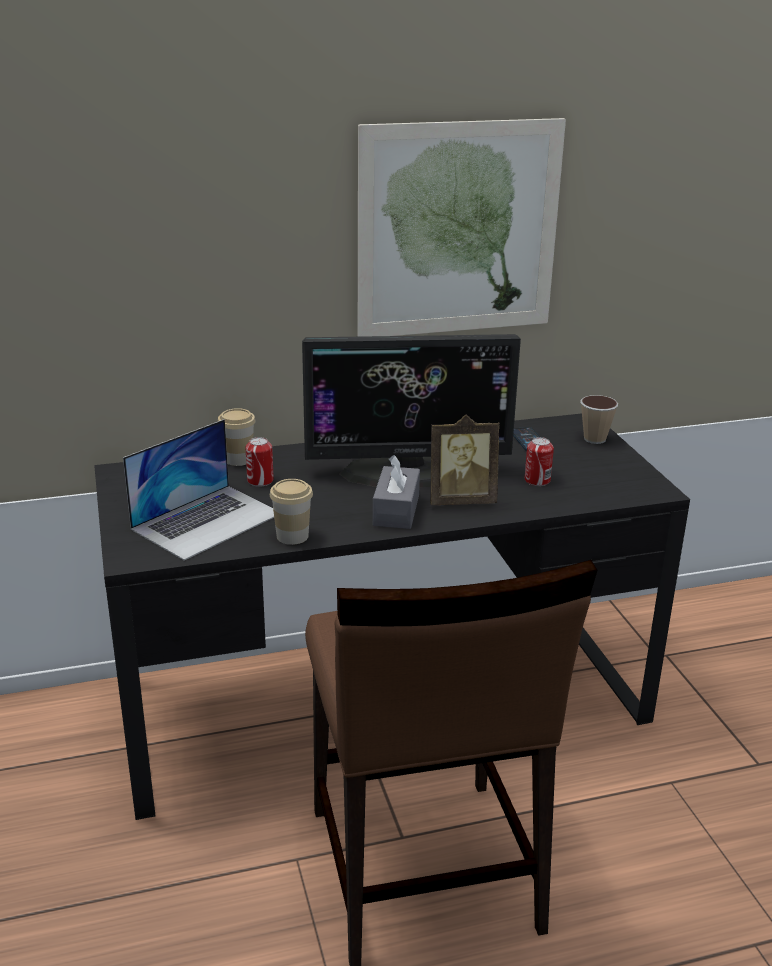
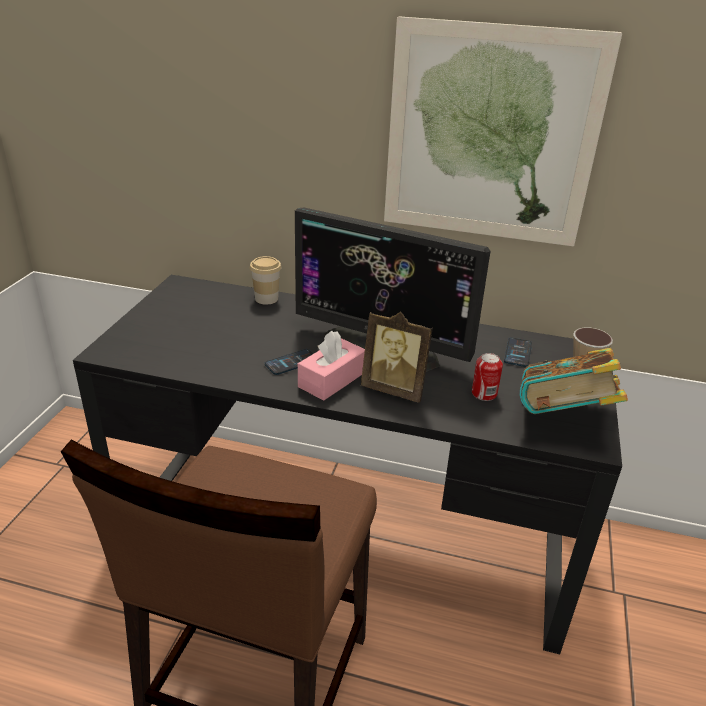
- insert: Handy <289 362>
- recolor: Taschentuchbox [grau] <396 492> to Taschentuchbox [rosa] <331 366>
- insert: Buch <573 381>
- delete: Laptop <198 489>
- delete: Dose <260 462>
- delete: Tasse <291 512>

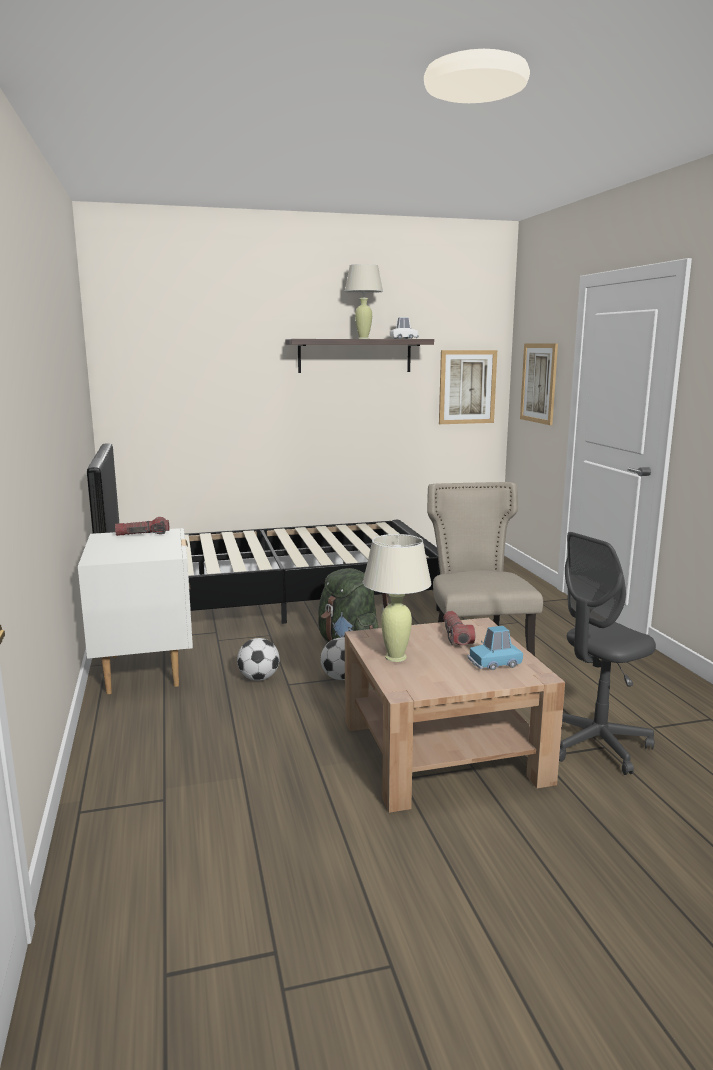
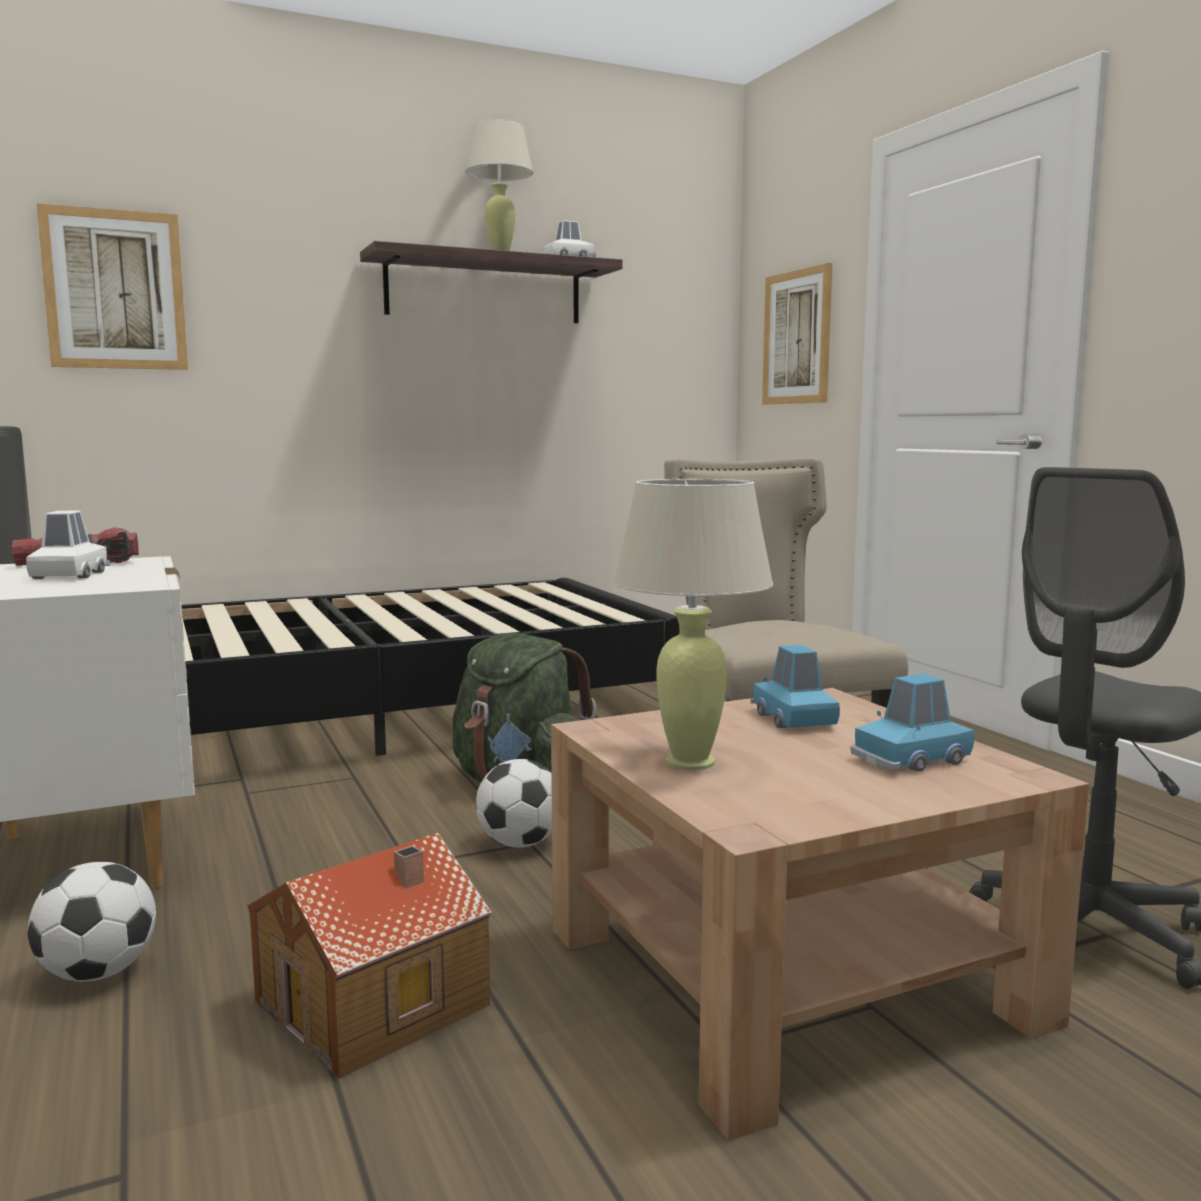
- insert: Spielzeugauto [weiß] <68 545>
- move: Fußball <258 659> to <91 922>
- move: Bild <468 387> to <112 286>
- insert: Spielzeughaus <369 956>
- replace: Taschenlampe <459 628> to Spielzeugauto [blau] <795 686>

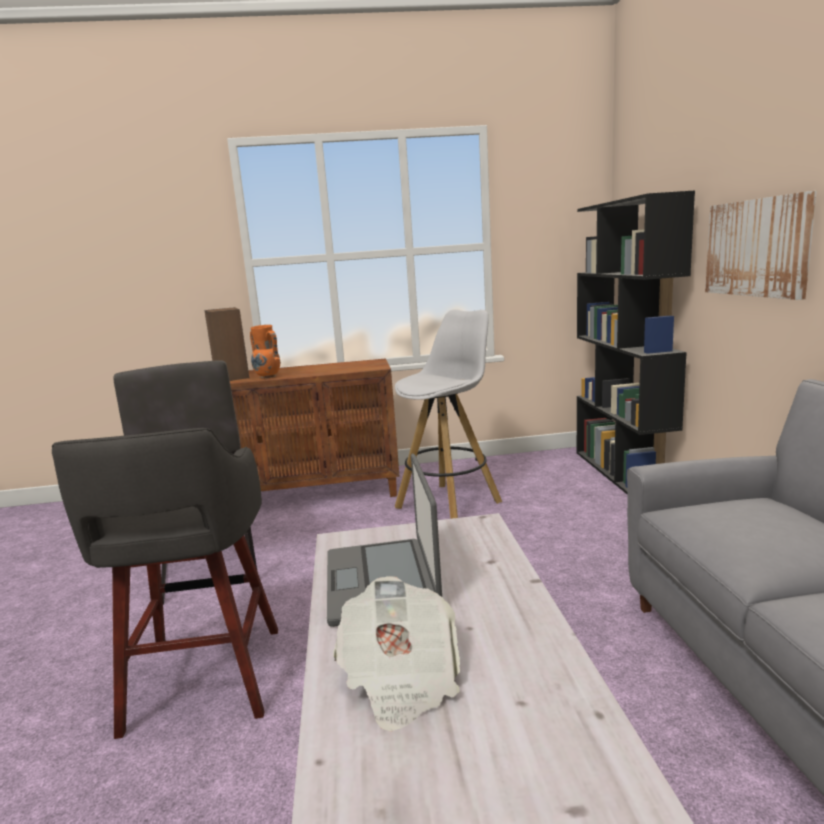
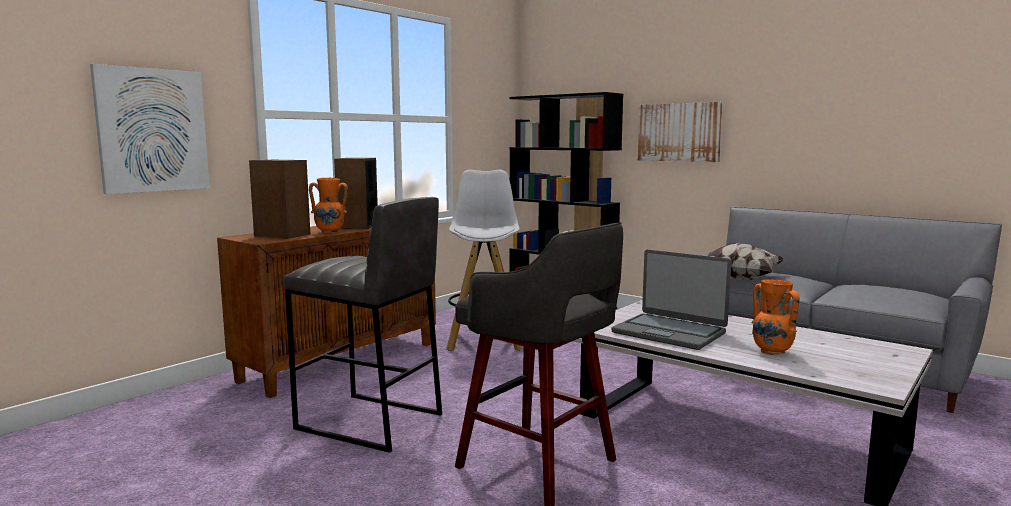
- insert: Bild <150 129>
- insert: Lautsprecher <356 193>
- insert: Kissen <745 261>
- replace: Zeitung <396 654> to Vase [orange] <775 317>

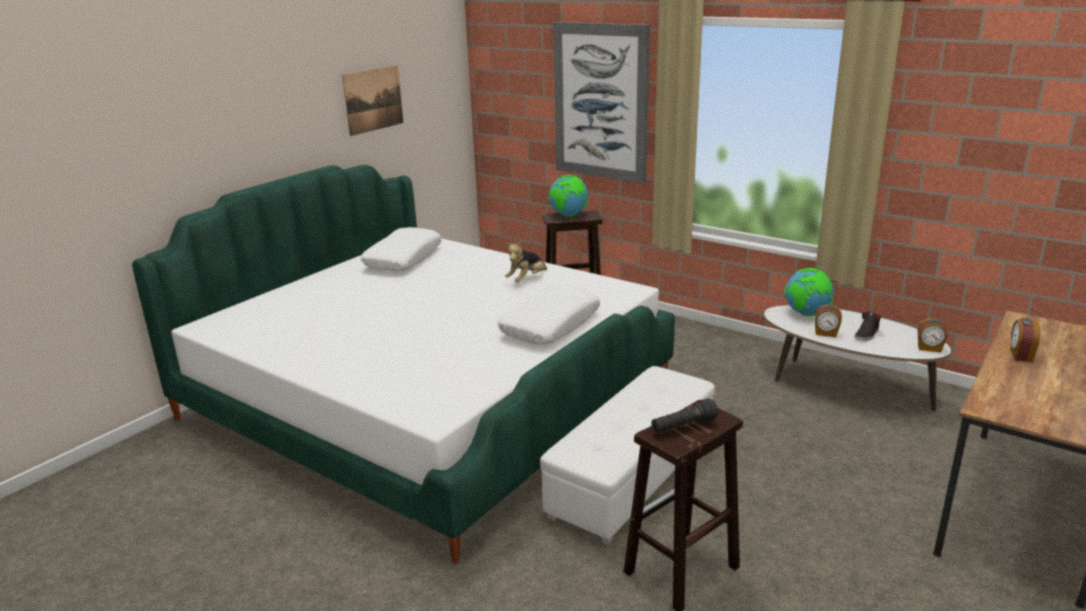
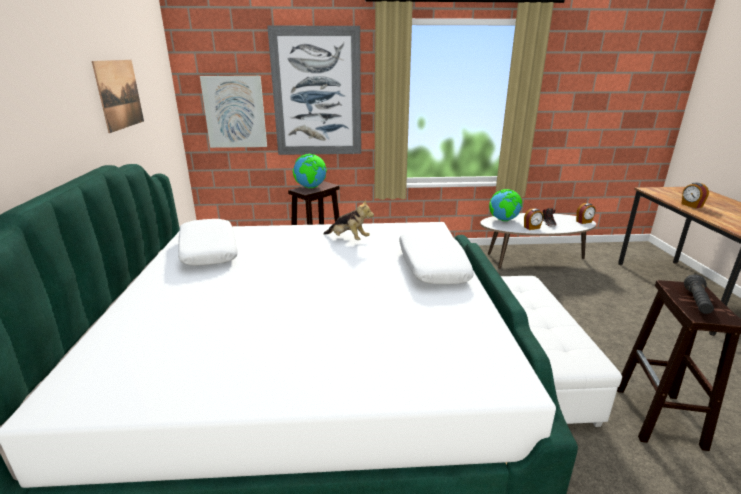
- insert: Bild <233 112>
- rotate: Plüschtier <526 261> = <349 219> 60 degrees counterclockwise

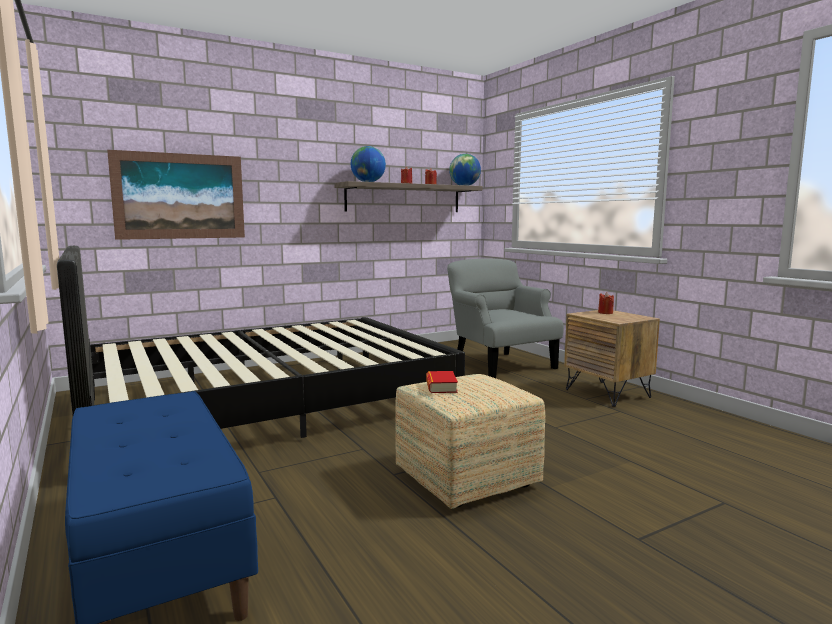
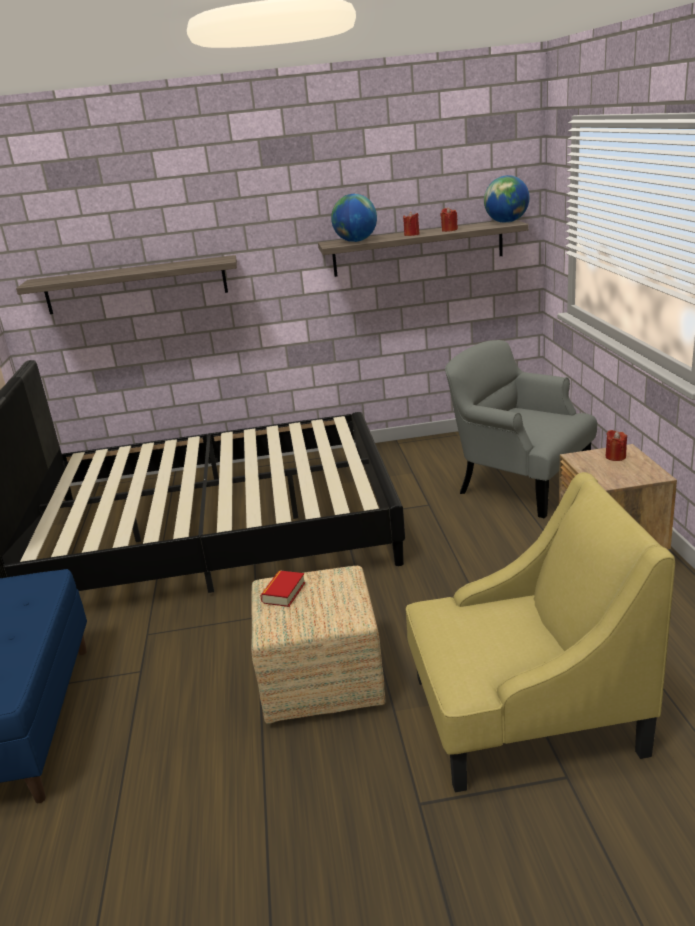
- replace: Bild <176 195> to Wandregal <126 284>
- insert: Sessel [gelb] <540 632>
- rotate: Sessel [grau] <505 318> = <521 429> 45 degrees counterclockwise

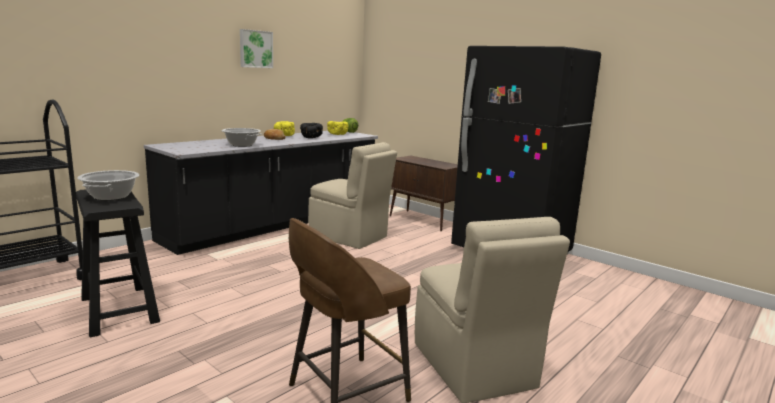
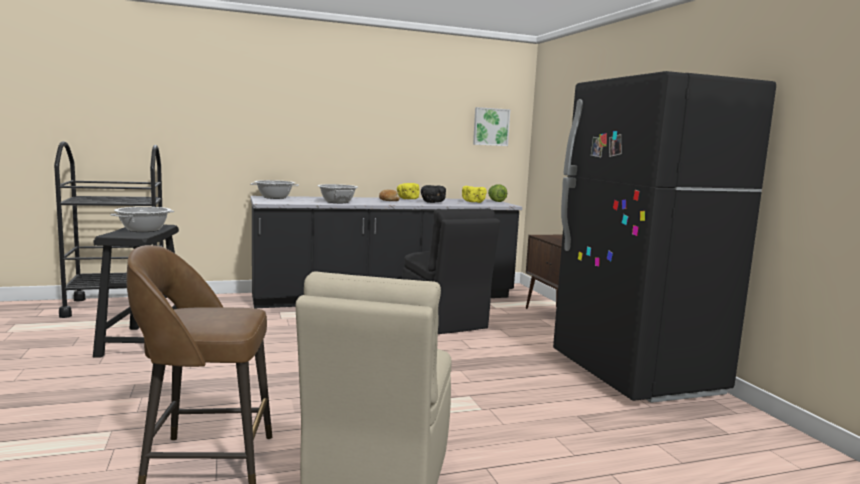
- insert: Kochtopf <274 189>
- recolor: Stuhl [beige] <352 195> to Stuhl [schwarz] <451 271>
- move: Bild <256 48> to <491 126>

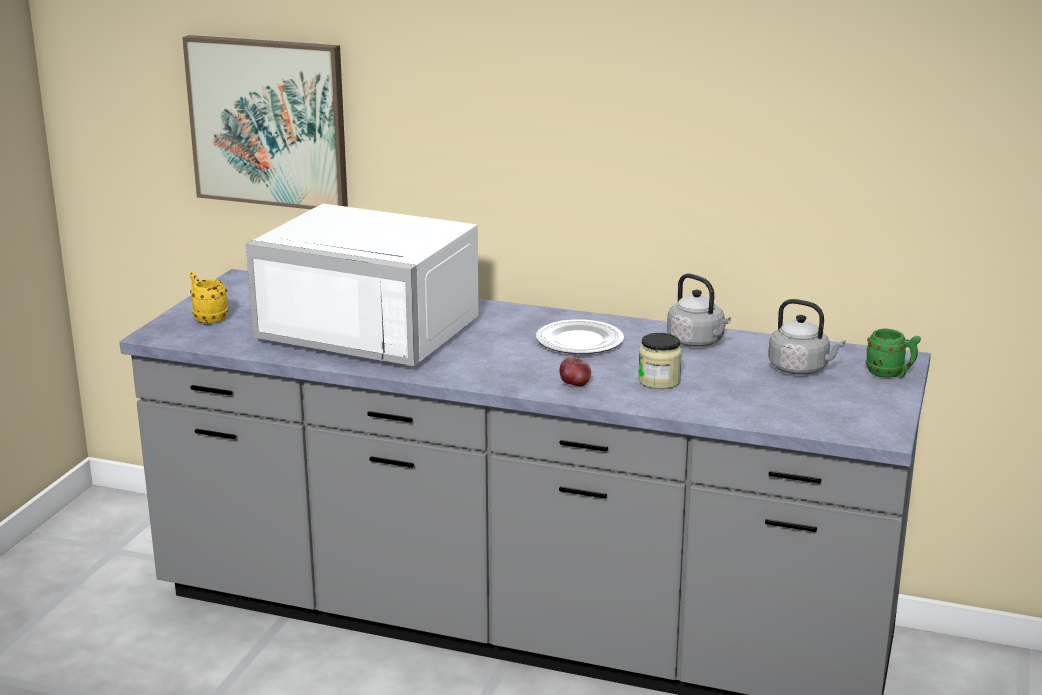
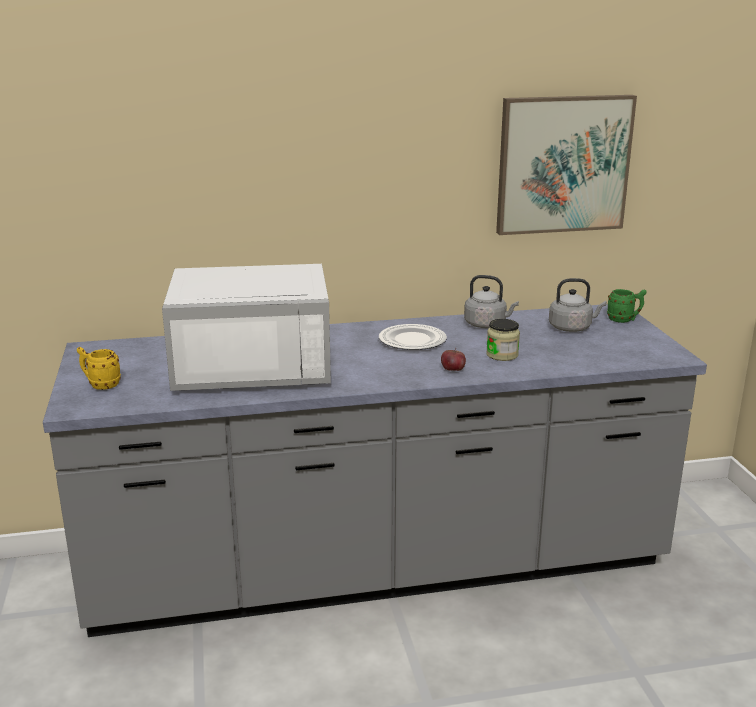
- move: Bild <265 122> to <566 165>

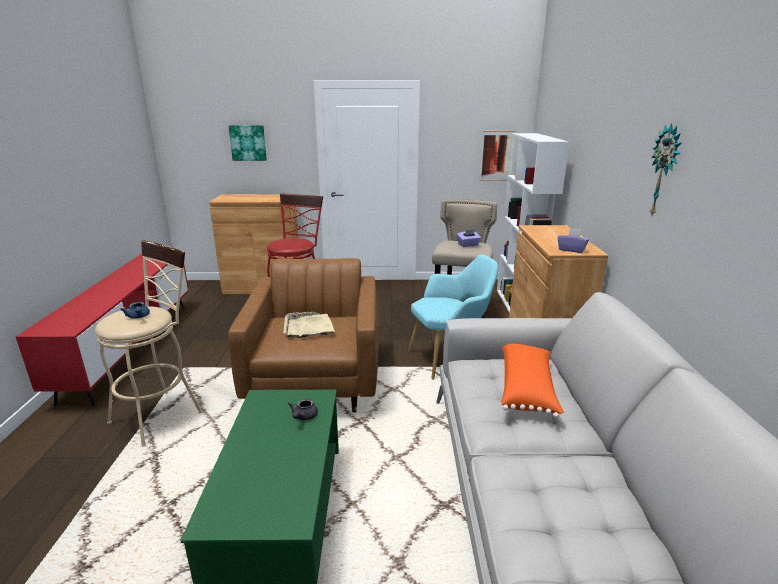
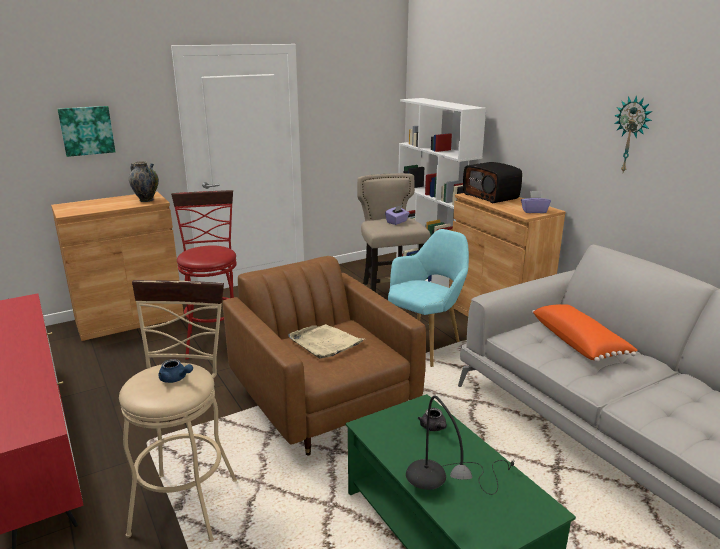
- insert: Vase <144 181>
- insert: Tischlampe [grau] <460 445>
- insert: Radio <492 182>
- delete: Bild <497 156>

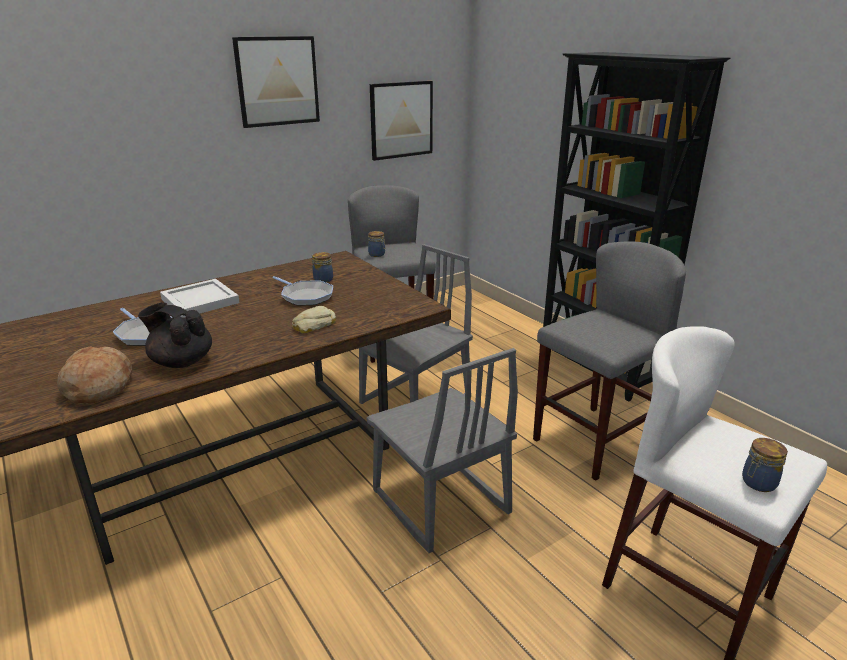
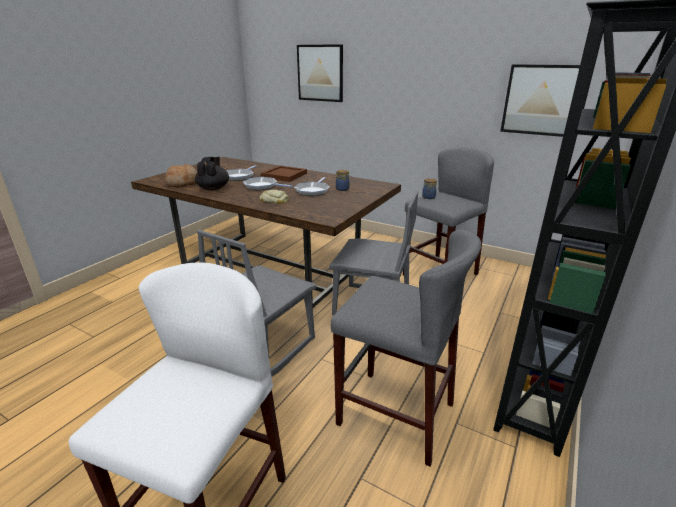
- insert: Pfanne <268 183>
- recolor: Tablett [weiß] <200 298> to Tablett [braun] <284 173>
- move: Bild <276 82> to <320 73>
- delete: Vorratsglas <765 465>

